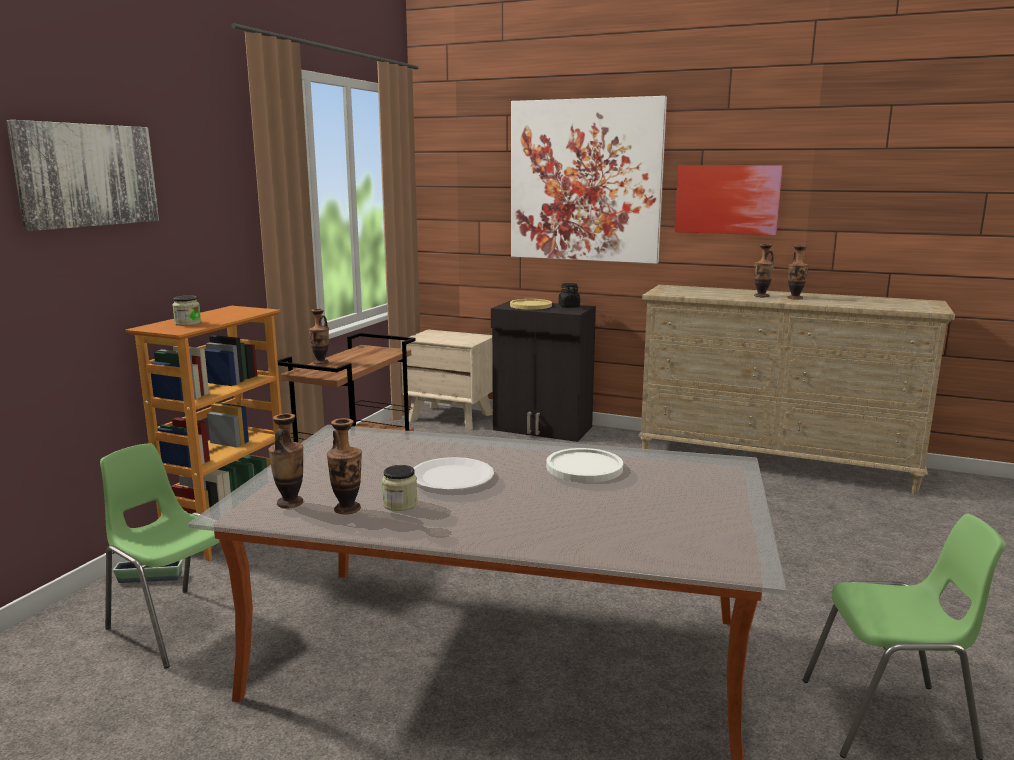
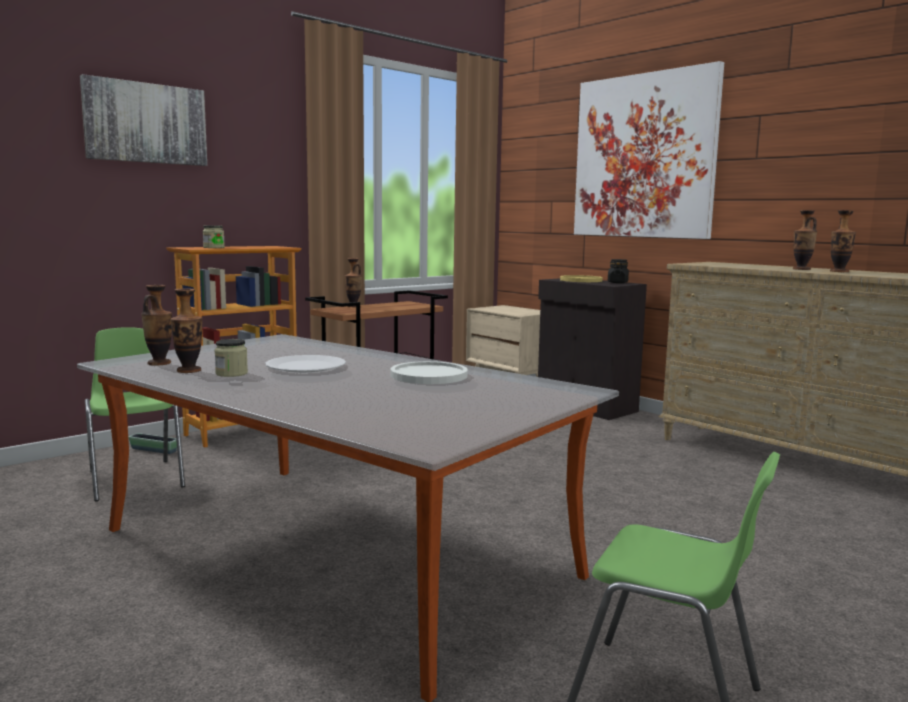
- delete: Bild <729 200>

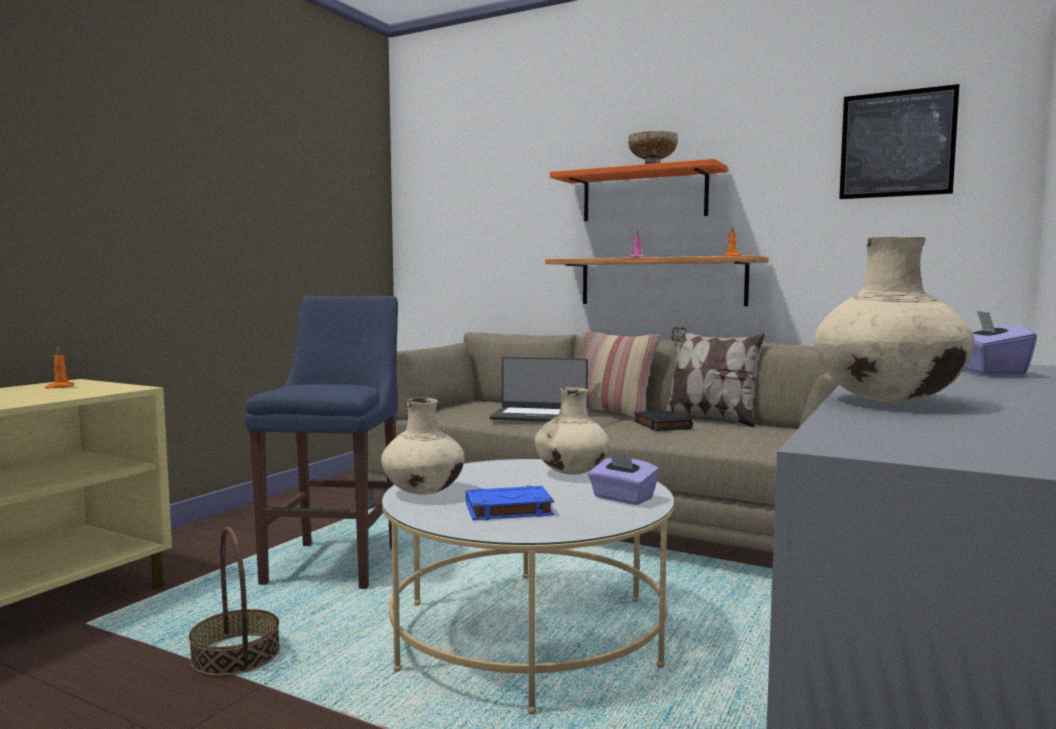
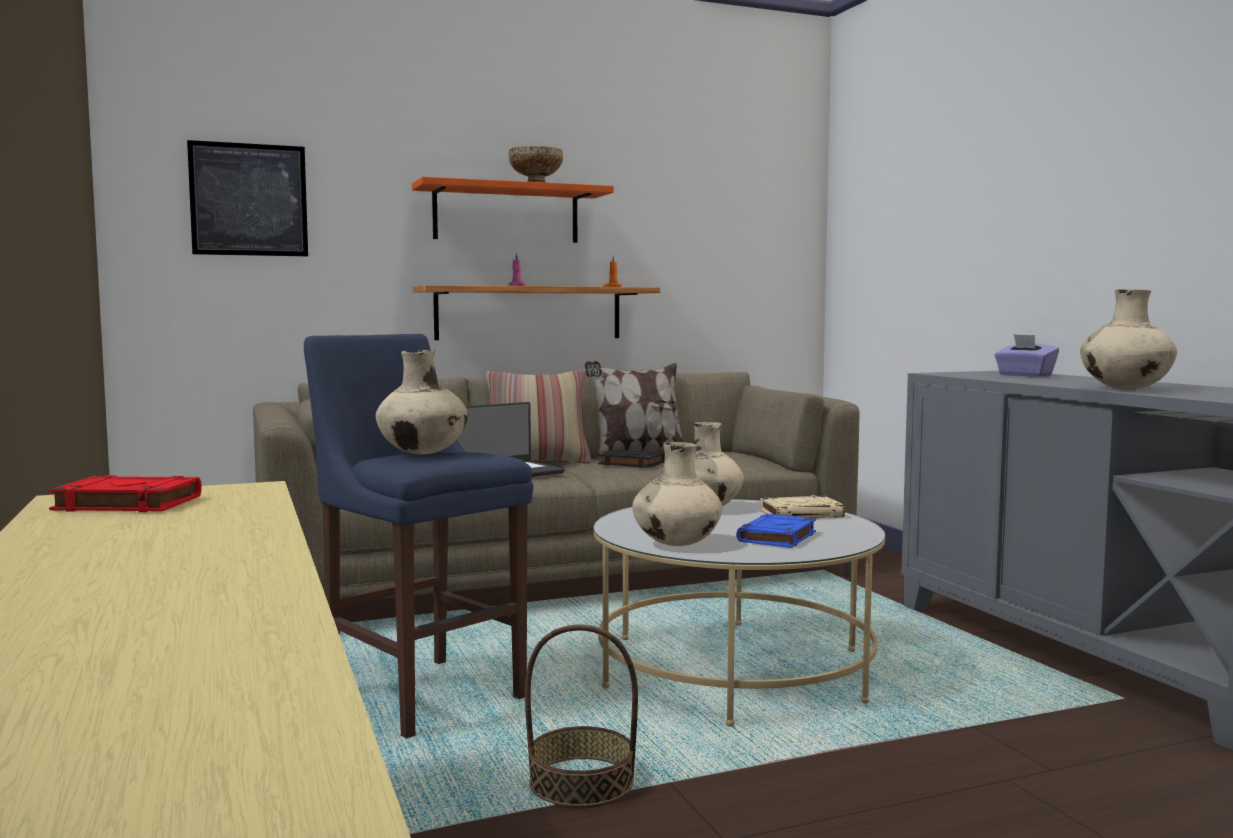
- replace: Kerze [orange] <59 368> to Buch [rot] <125 493>
- move: Bild <899 141> to <247 198>
- insert: Vase [beige] <422 402>
- replace: Taschentuchbox [lila] <623 477> to Buch [beige] <802 506>

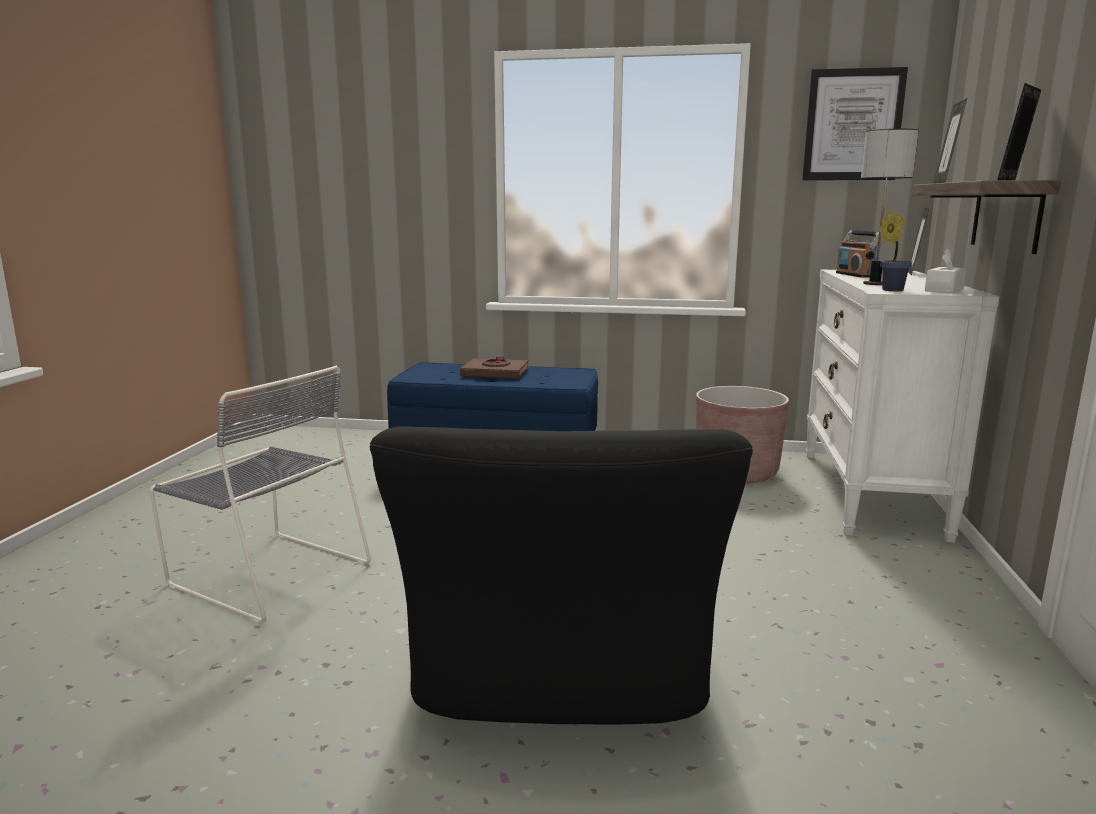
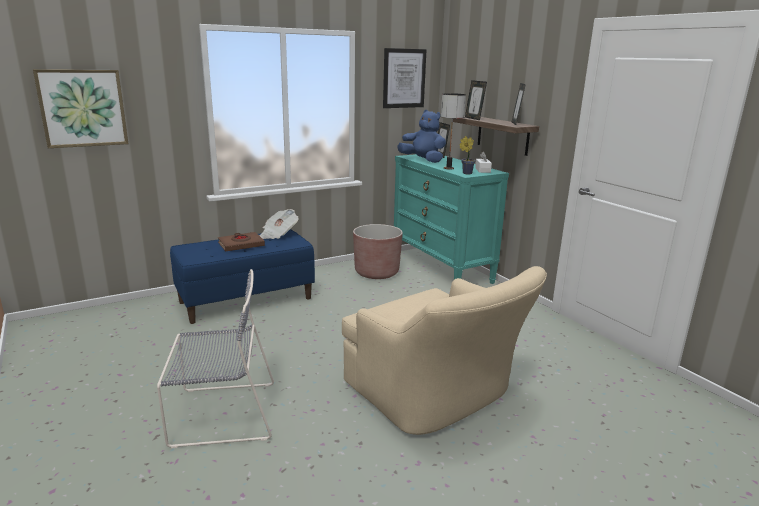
- insert: Bild <81 108>
- insert: Zeitung <279 224>
- recolor: Sessel [schwarz] <561 575> to Sessel [beige] <444 350>
- recolor: Kommode [weiß] <902 406> to Kommode [türkis] <451 219>
- replace: Radio <857 254> to Plüschtier [blau] <421 136>

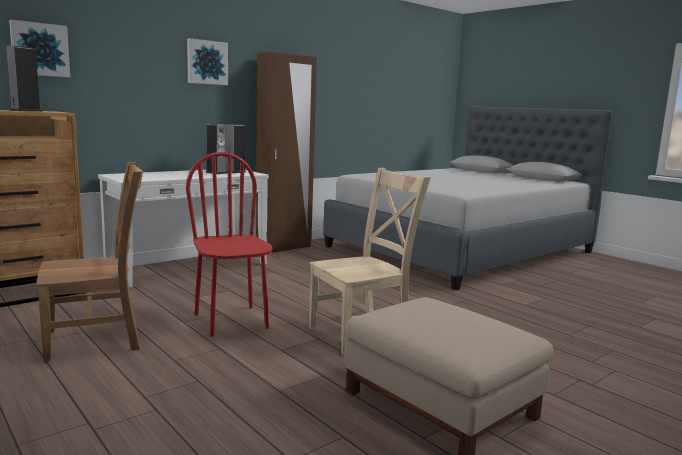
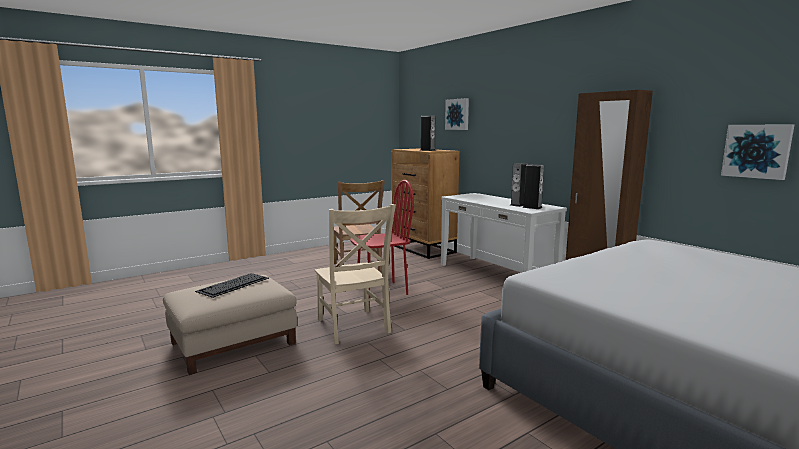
- insert: Tastatur <232 285>
- move: Bild <207 61> to <757 152>

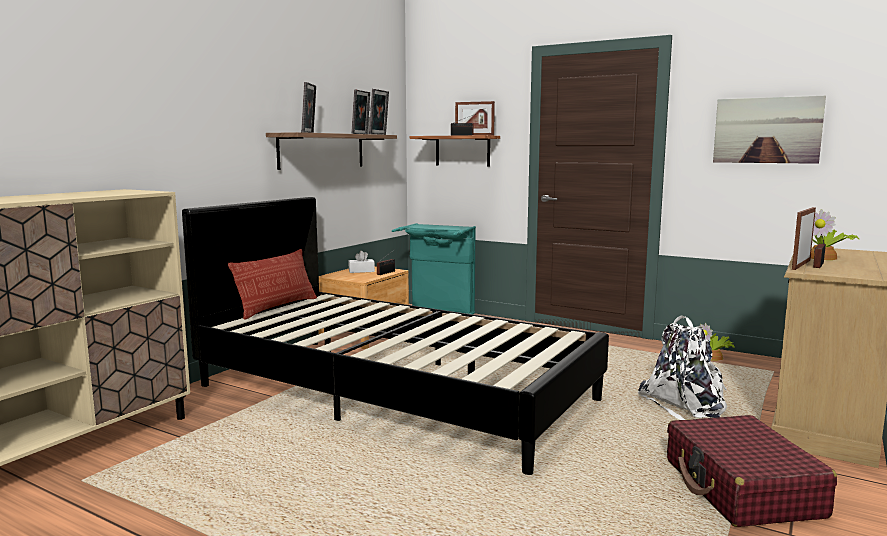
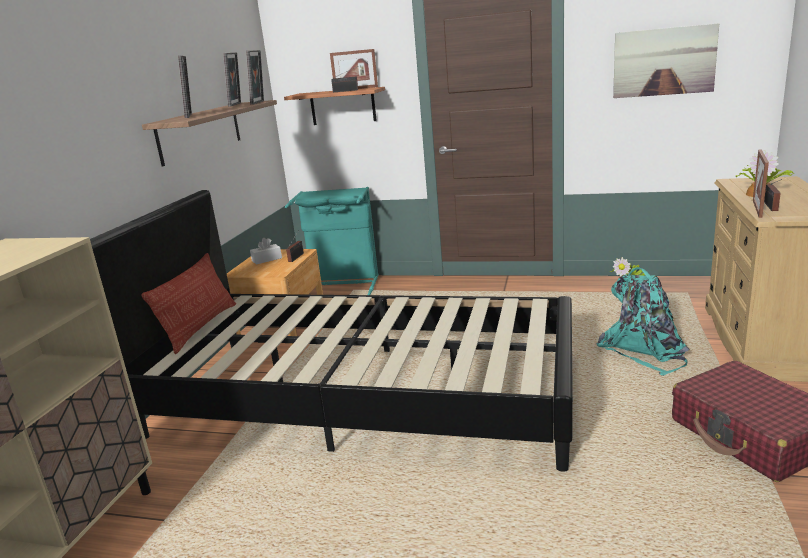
- recolor: Rucksack [weiß] <682 367> to Rucksack [türkis] <643 321>

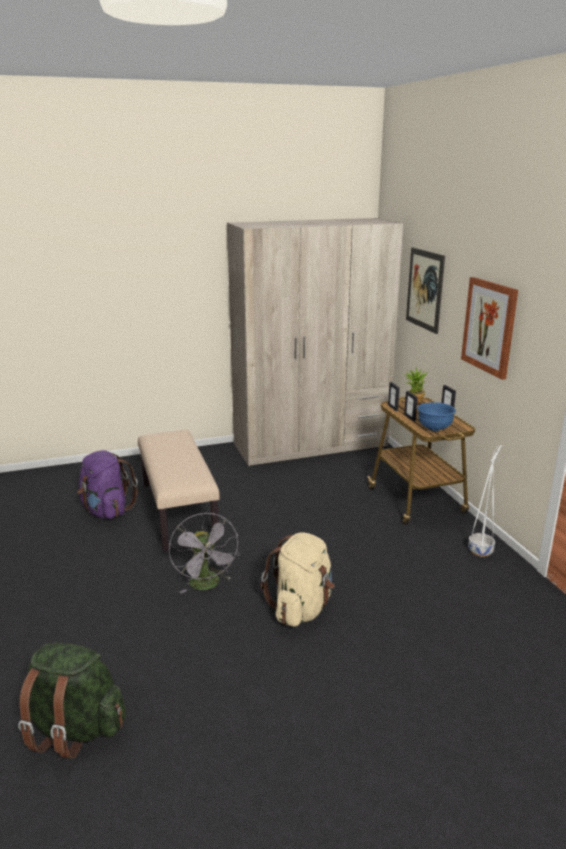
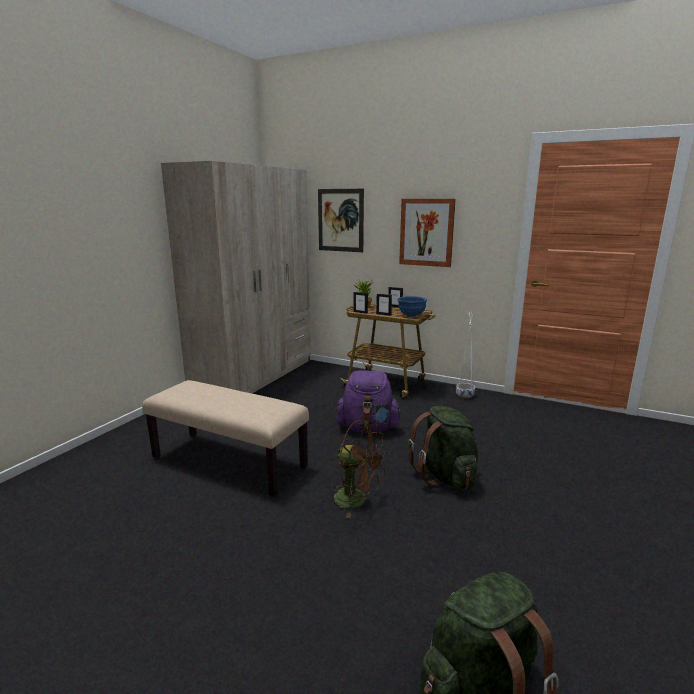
- recolor: Ventilator [grau] <204 553> to Ventilator [braun] <359 469>
- move: Rucksack [lila] <107 484> to <369 401>
- recolor: Rucksack [beige] <298 580> to Rucksack [grün] <443 447>

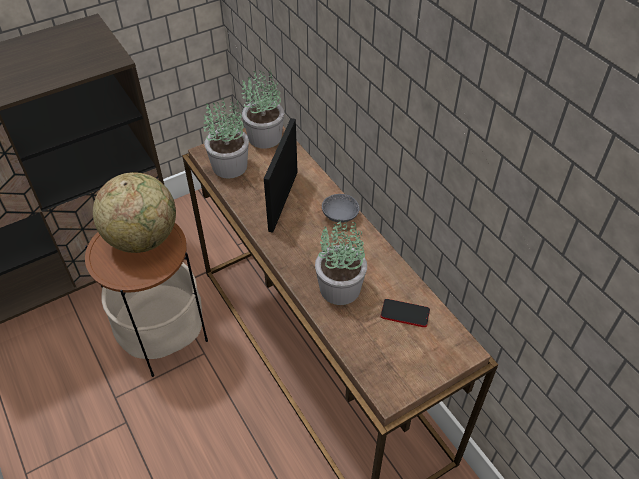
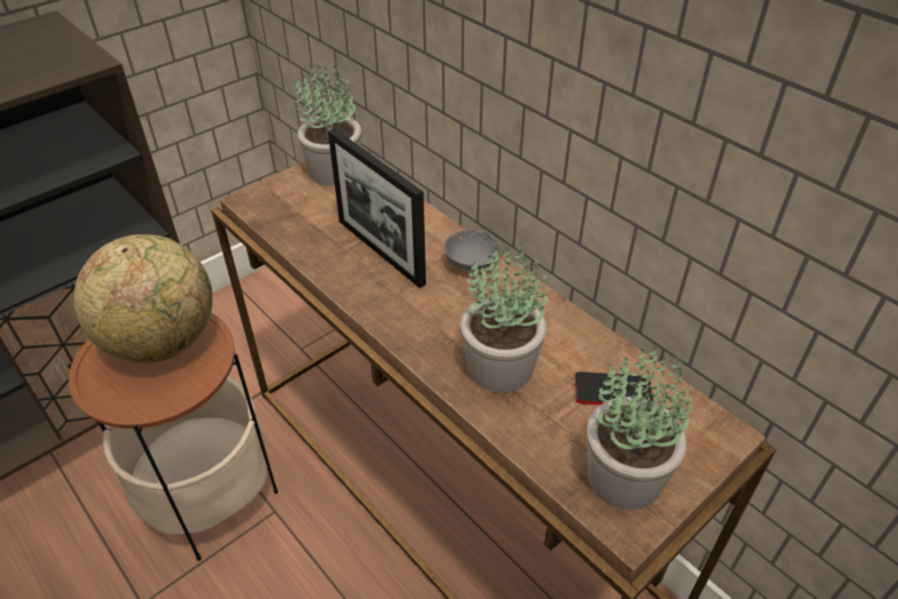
- rotate: Bilderrahmen <280 175> = <377 208> 45 degrees counterclockwise
- move: Topfpflanze <226 138> to <640 427>

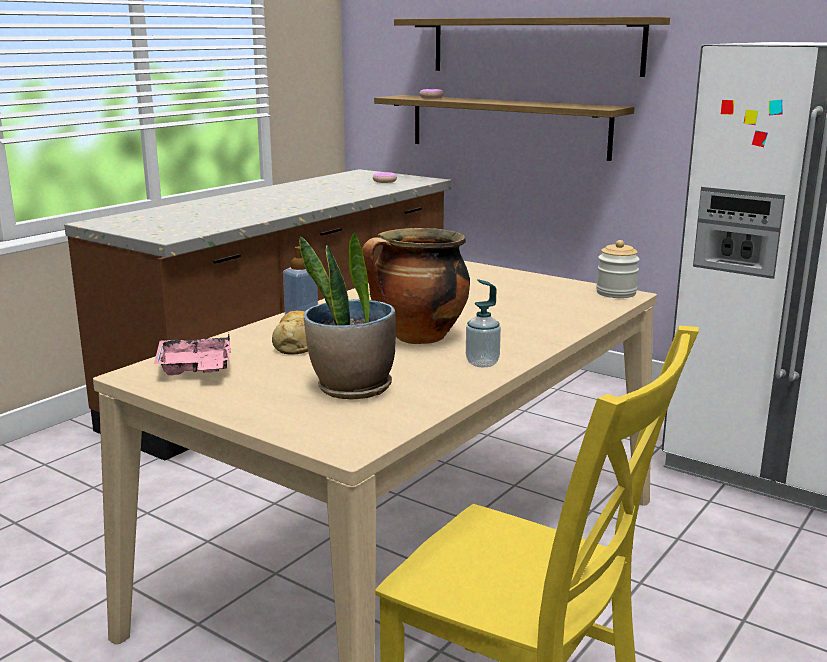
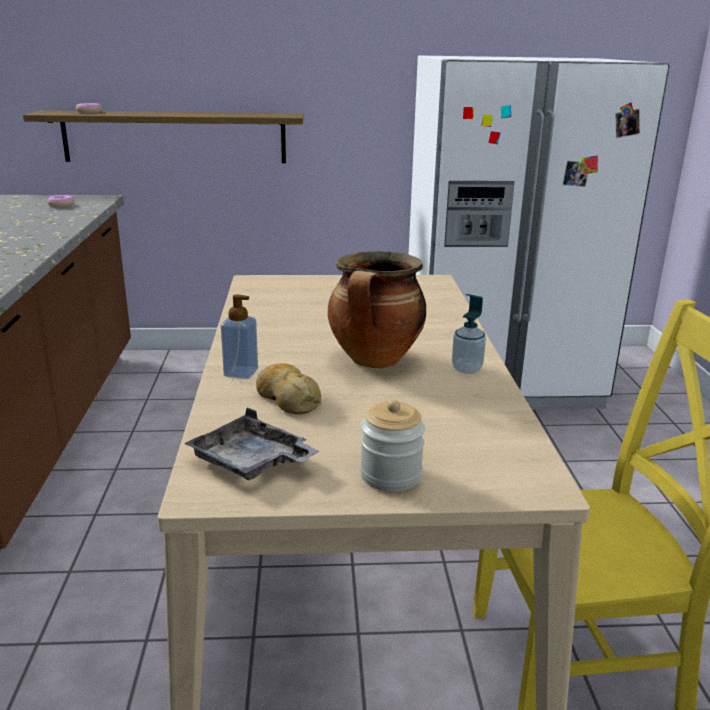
- recolor: Tablett [rosa] <192 354> to Tablett [grau] <251 444>
- move: Vorratsglas <618 269> to <392 445>
- delete: Topfpflanze <347 315>
- delete: Wandregal <532 47>

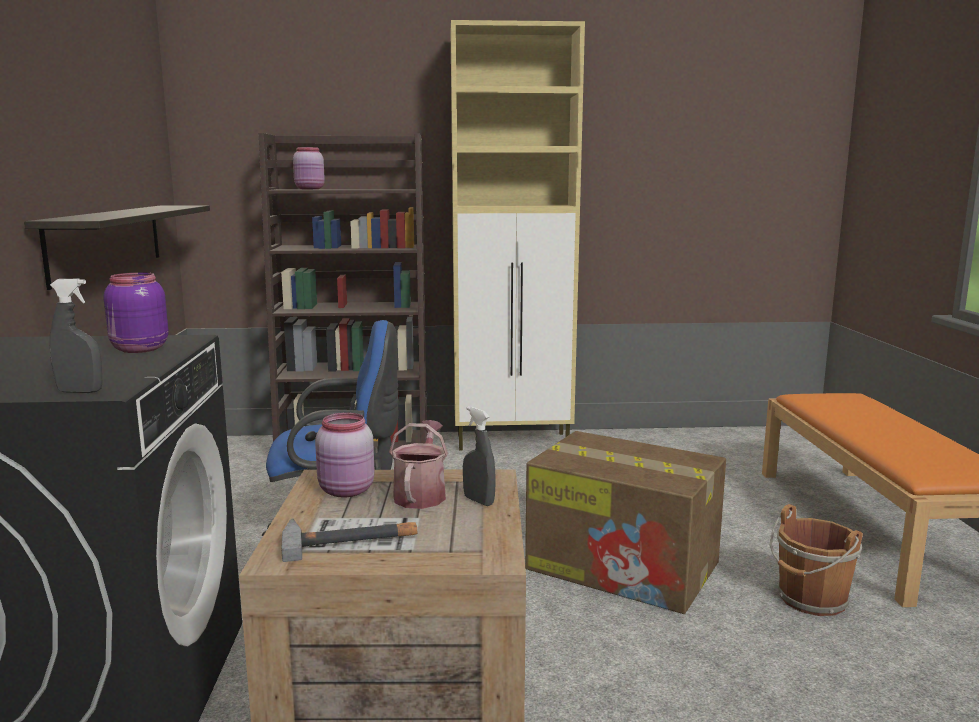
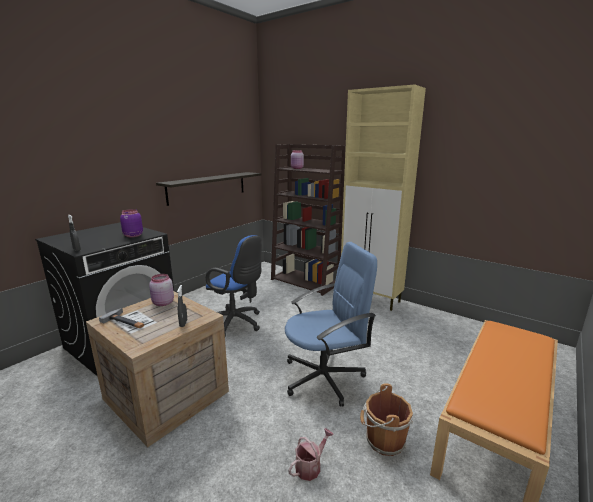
- replace: Karton <625 522> to Bürostuhl [blau] <331 324>
- move: Gießkanne <418 464> to <311 454>

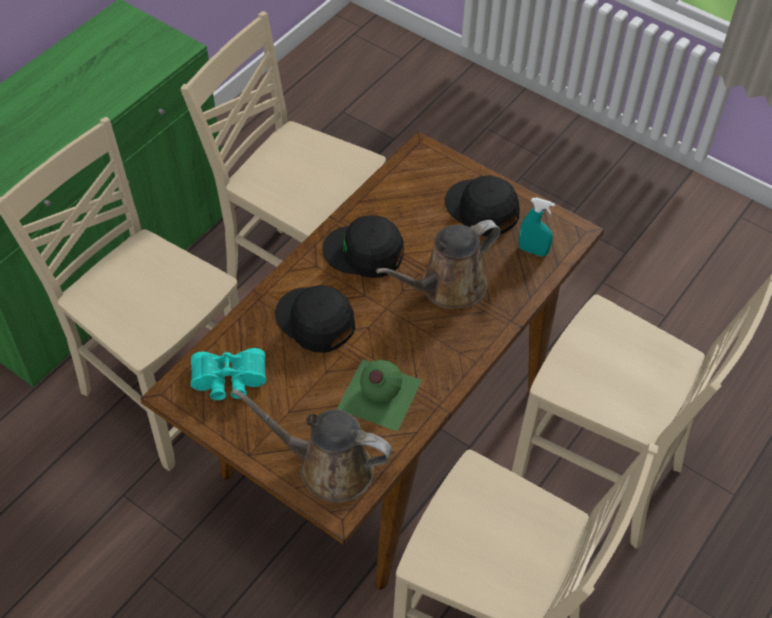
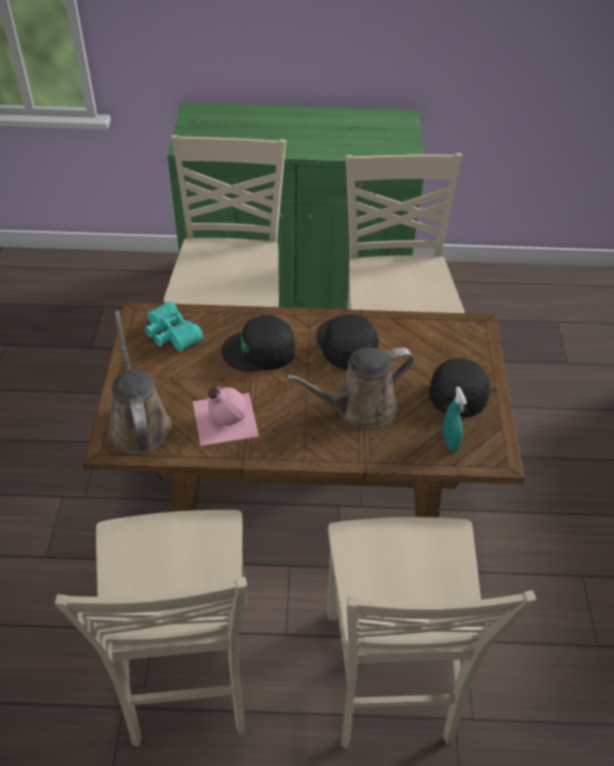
- recolor: Flasche [grün] <379 395> to Flasche [rosa] <226 416>
- rotate: Kappe [schwarz] <315 319> = <258 343> 105 degrees counterclockwise
- rotate: Gießkanne [braun] <438 264> = <350 387> 45 degrees counterclockwise

